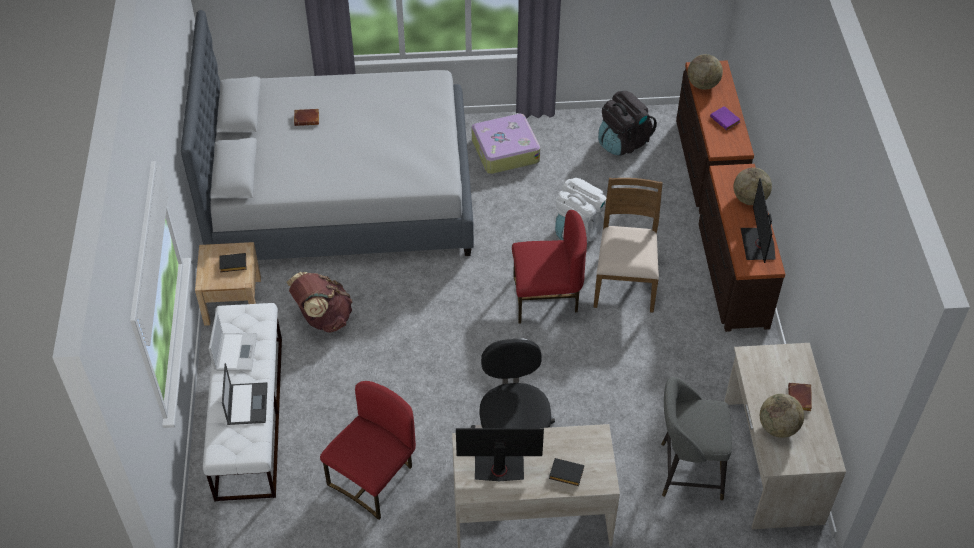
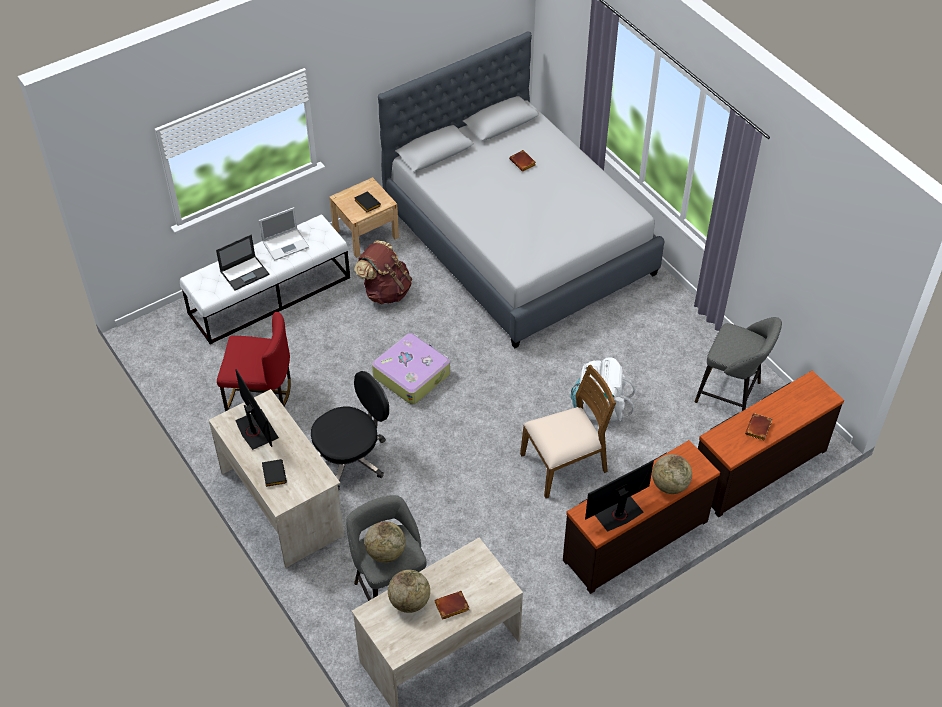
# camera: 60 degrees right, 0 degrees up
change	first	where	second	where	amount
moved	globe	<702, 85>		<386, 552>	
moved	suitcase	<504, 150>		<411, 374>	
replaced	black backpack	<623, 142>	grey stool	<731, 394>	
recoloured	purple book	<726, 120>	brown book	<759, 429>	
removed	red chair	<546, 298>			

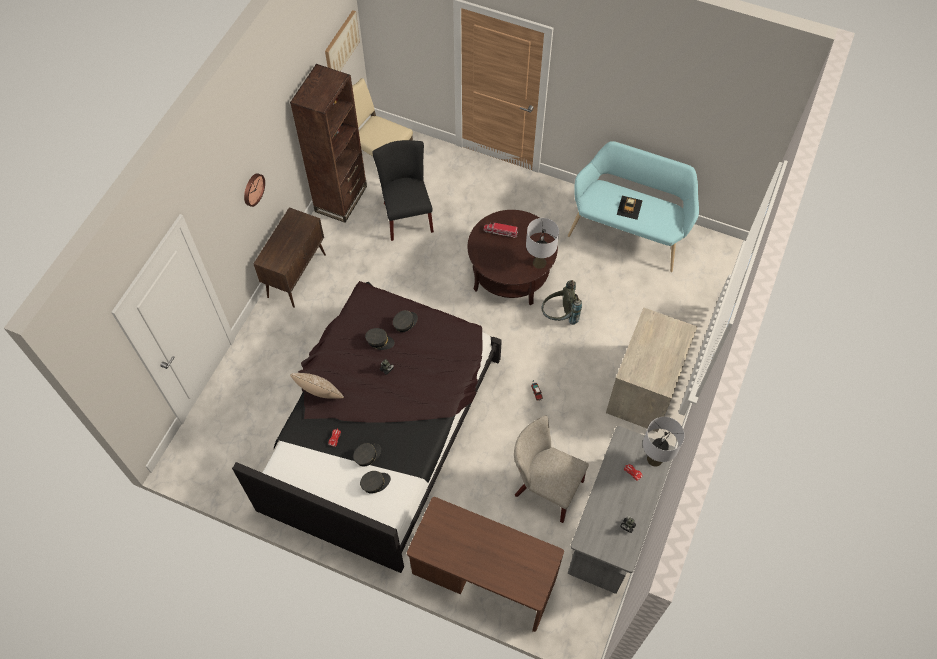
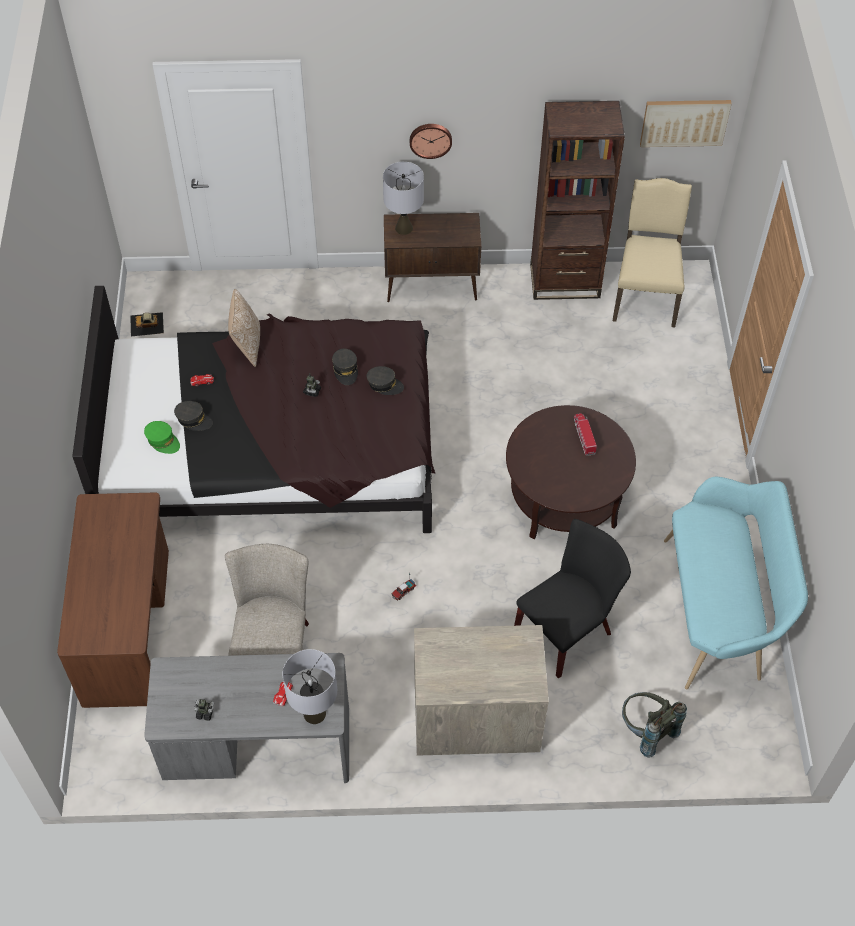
# camera: 65 degrees right, 5 degrees down
change	first	where	second	where	amount
moved	toy car	<629, 207>		<147, 324>	
recoloured	grey cap	<375, 483>	green cap	<163, 441>	
moved	grey table lamp	<539, 262>		<404, 228>	
moved	black chair	<406, 214>		<568, 629>	
moved	grey backpack	<559, 316>		<646, 731>	

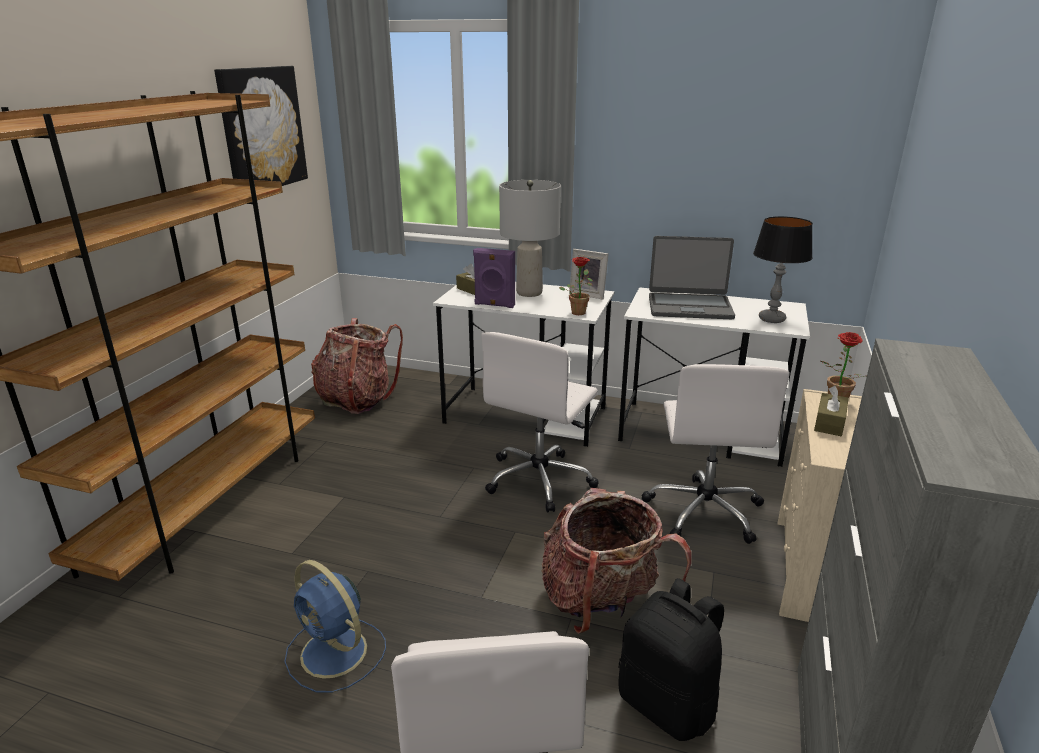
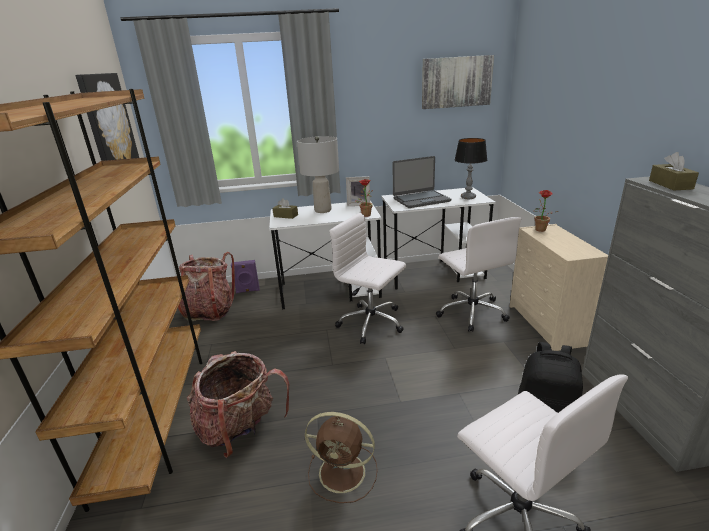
# camera: 25 degrees left, 0 degrees up
change	first	where	second	where	amount
moved	backpack	<602, 604>		<240, 430>	
moved	purple speaker	<494, 305>		<248, 291>	
recoloured	blue fan	<336, 654>	brown fan	<344, 472>	
turned	white office chair	<540, 479>		<372, 323>	120 degrees clockwise
added			picture	<456, 82>	
moved	brown tissue box	<829, 423>		<670, 185>	

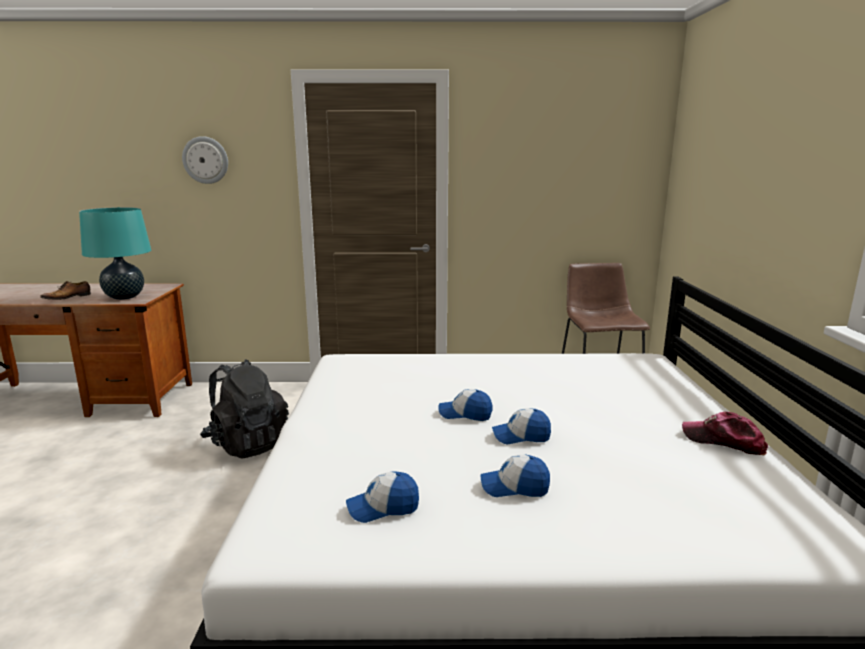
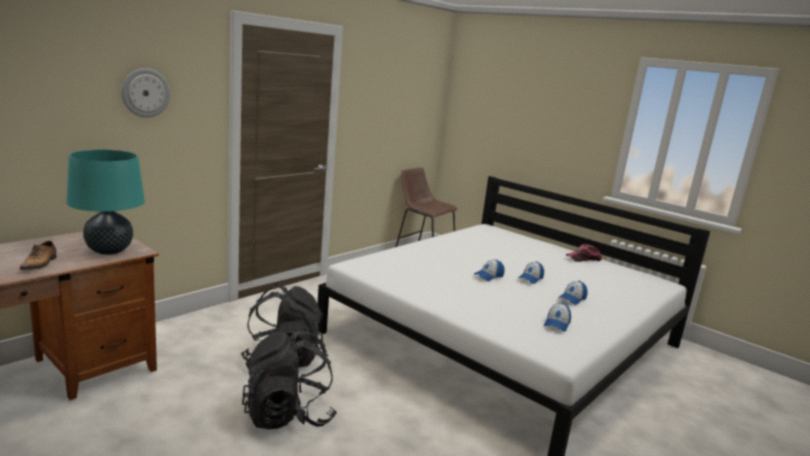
# camera: 50 degrees left, 0 degrees up
change	first	where	second	where	amount
added			black backpack	<288, 415>	

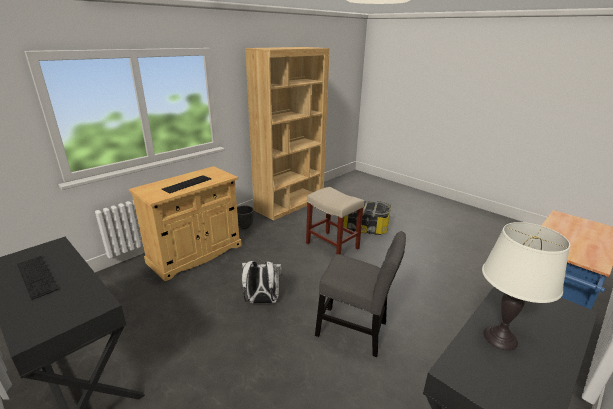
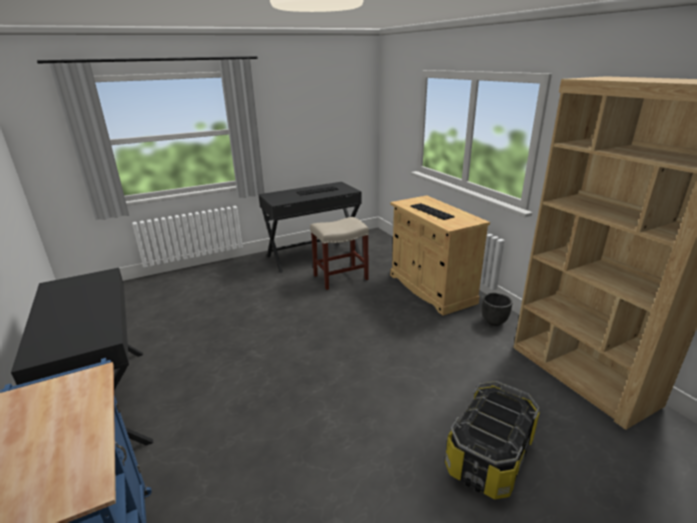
# camera: 110 degrees right, 0 degrees up
change	first	where	second	where	amount
moved	beige stool	<333, 246>		<340, 277>	
removed	white backpack	<262, 301>			
removed	grey chair	<355, 331>			
removed	white table lamp	<500, 338>			

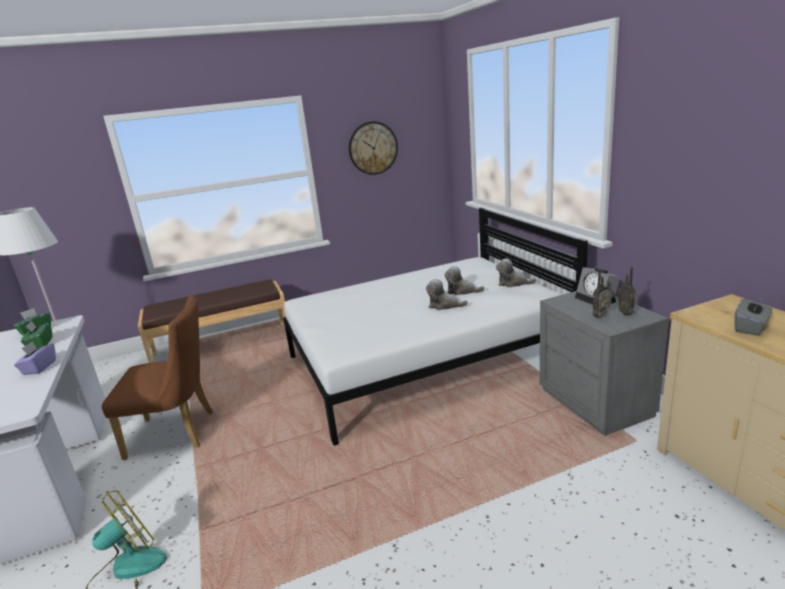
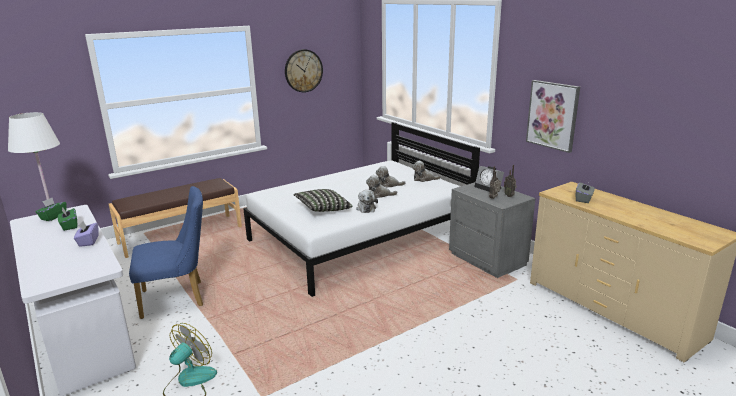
# camera: 15 degrees left, 0 degrees up
change	first	where	second	where	amount
recoloured	brown chair	<178, 433>	blue chair	<178, 298>	
added			pillow	<322, 209>	
added			plush toy	<366, 208>	
added			picture	<552, 115>	

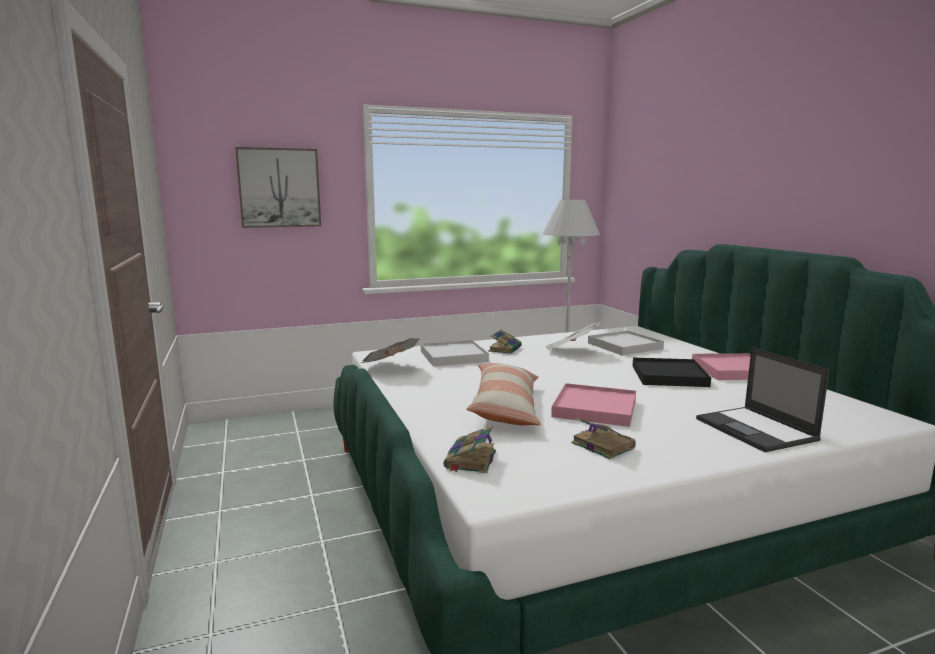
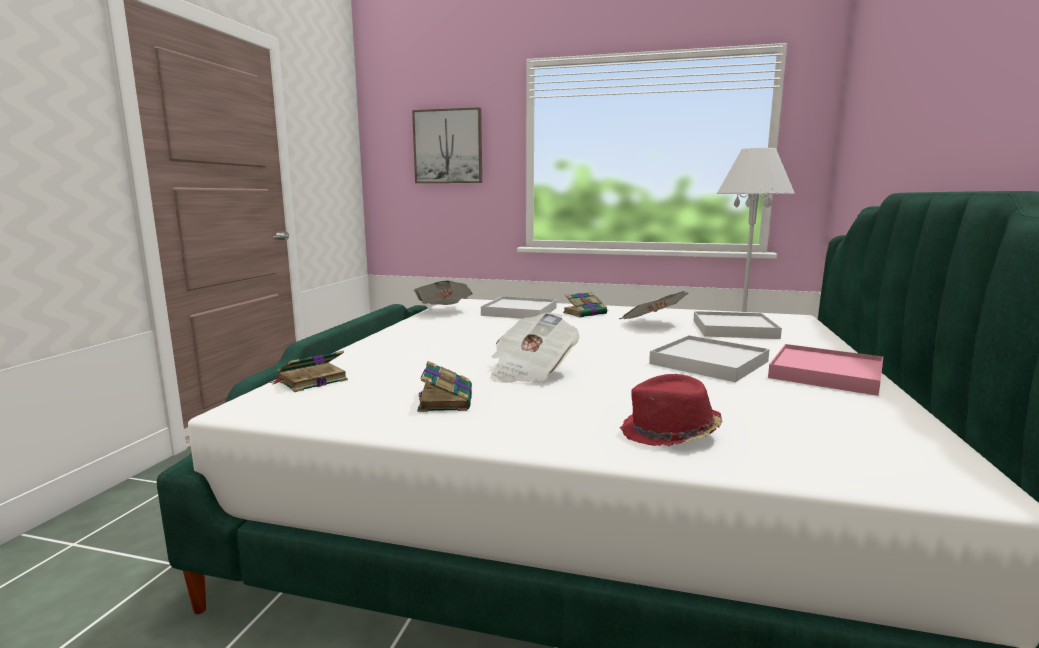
# camera: 35 degrees right, 0 degrees up
change	first	where	second	where	amount
replaced	pink tray	<595, 409>	newspaper	<530, 372>	
replaced	laptop	<756, 430>	red hat	<669, 434>	
recoloured	black tray	<669, 376>	white tray	<708, 363>	
removed	pillow	<505, 407>			

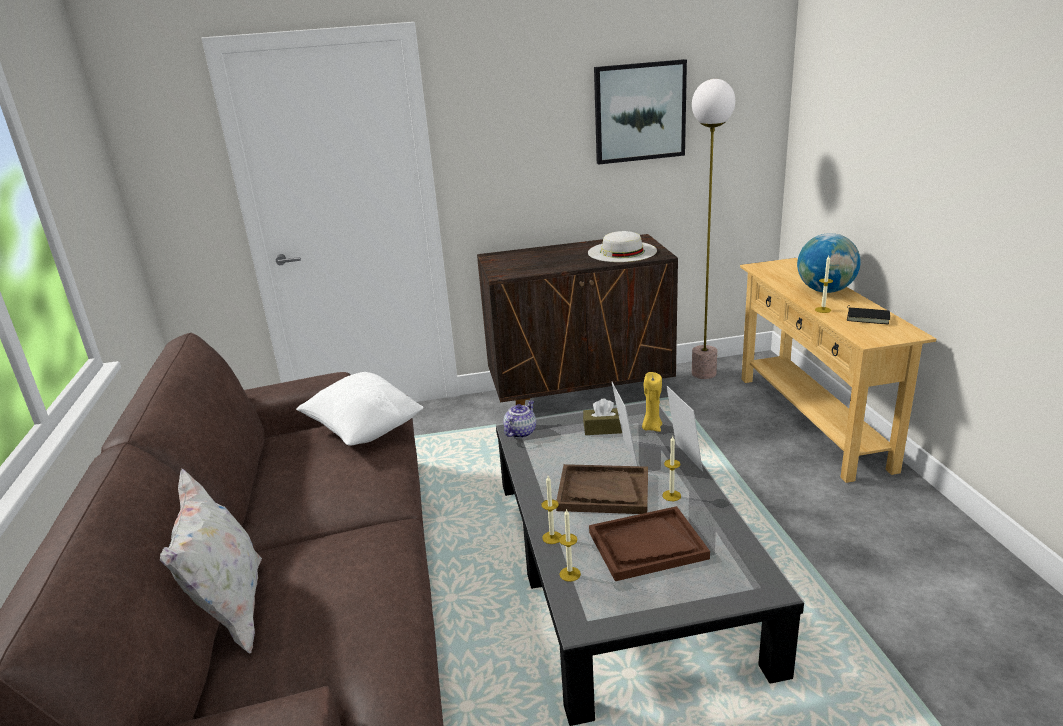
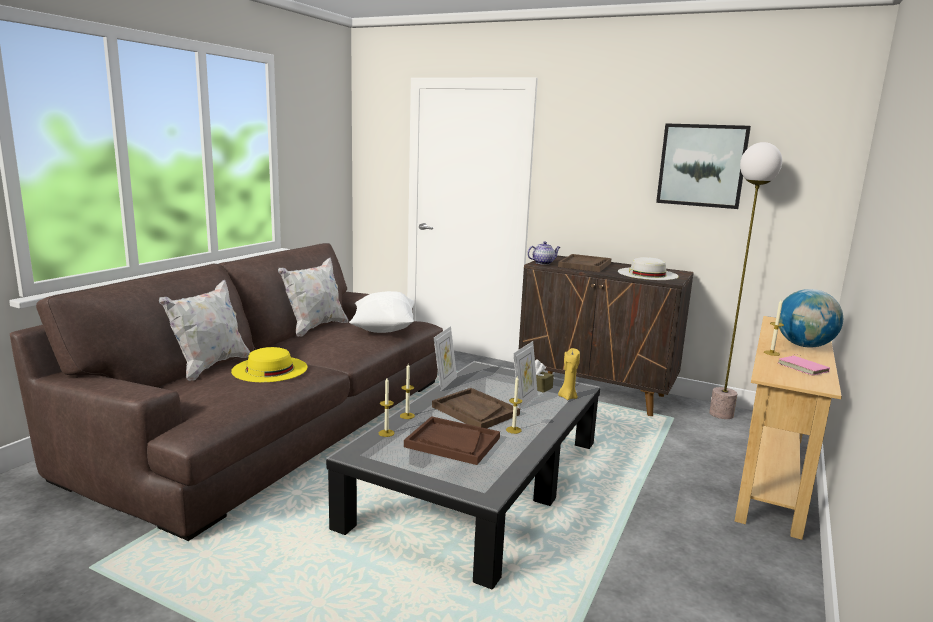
# camera: 35 degrees right, 10 degrees down
change	first	where	second	where	amount
added			yellow hat	<270, 369>	
added			white pillow	<315, 327>	
moved	picture frame	<683, 458>		<444, 383>	
moved	teapot	<520, 432>		<543, 263>	
added			brown tray	<585, 265>	
recoloured	black book	<868, 317>	pink book	<803, 368>	

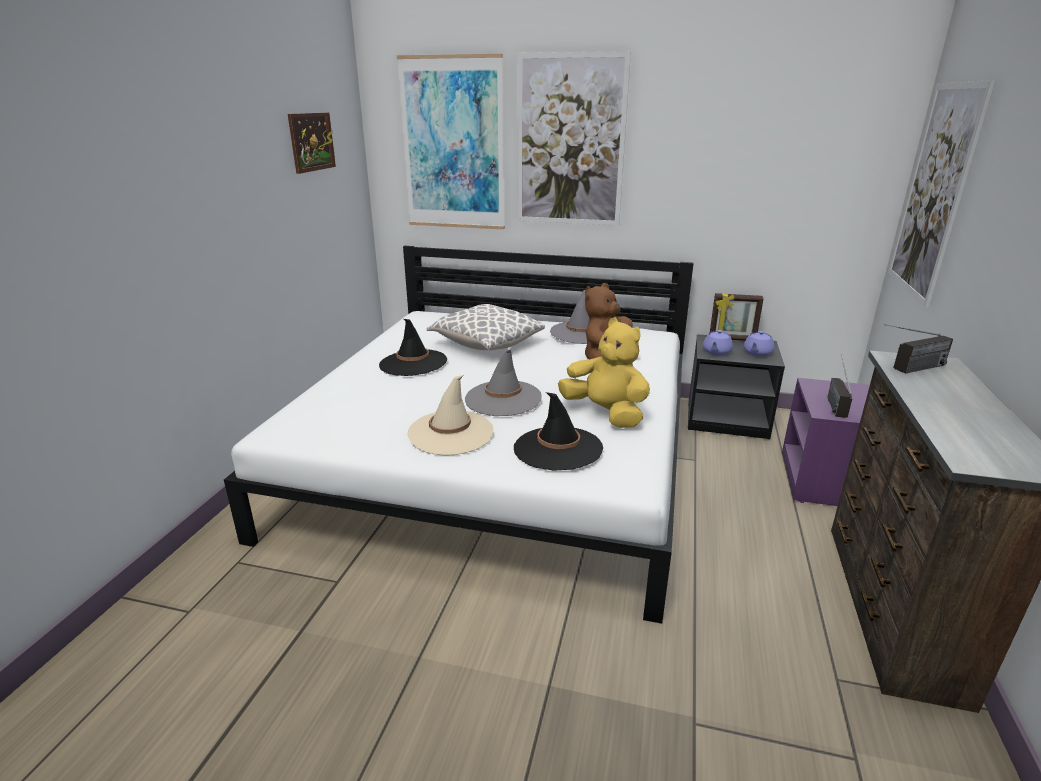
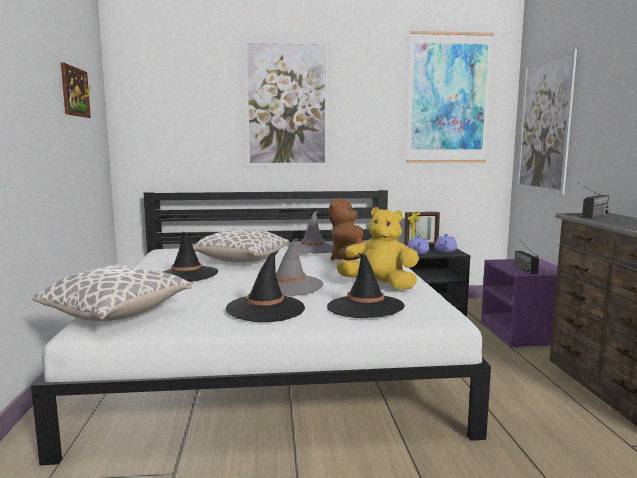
# camera: 20 degrees left, 15 degrees down
change	first	where	second	where	amount
added			pillow	<116, 314>	
recoloured	beige hat	<451, 433>	black hat	<265, 309>	
moved	picture	<453, 145>		<448, 98>	

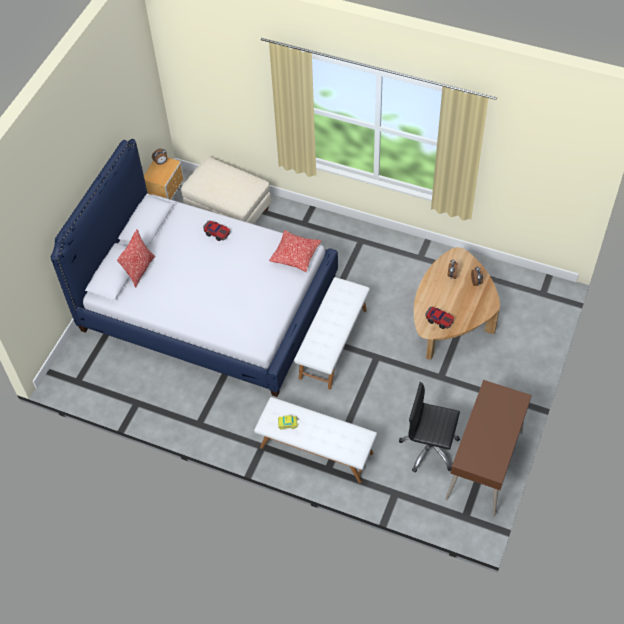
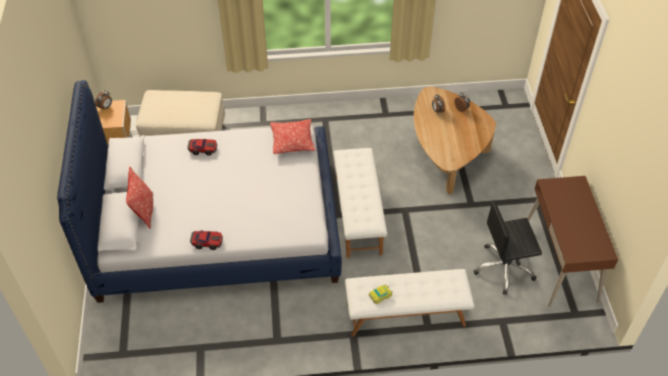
# camera: 30 degrees left, 5 degrees down
change	first	where	second	where	amount
moved	toy car	<439, 320>		<207, 242>	

